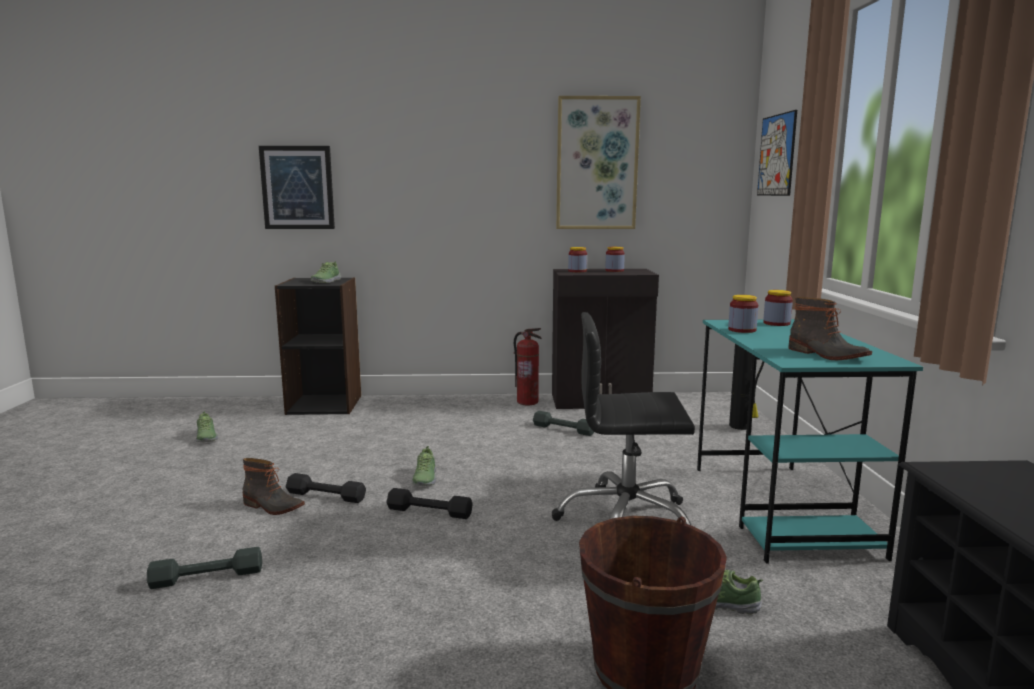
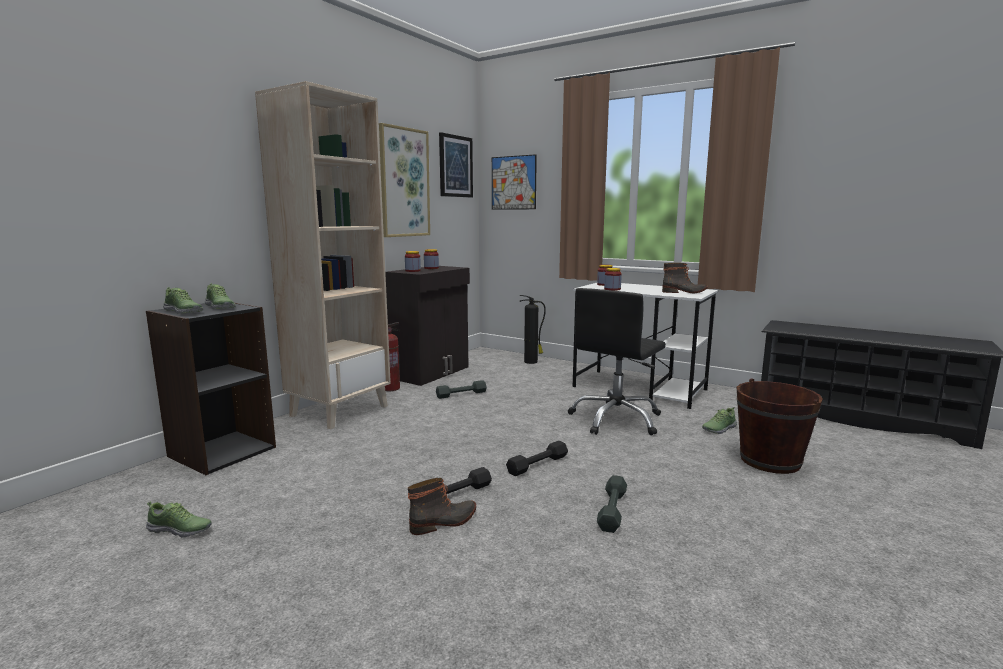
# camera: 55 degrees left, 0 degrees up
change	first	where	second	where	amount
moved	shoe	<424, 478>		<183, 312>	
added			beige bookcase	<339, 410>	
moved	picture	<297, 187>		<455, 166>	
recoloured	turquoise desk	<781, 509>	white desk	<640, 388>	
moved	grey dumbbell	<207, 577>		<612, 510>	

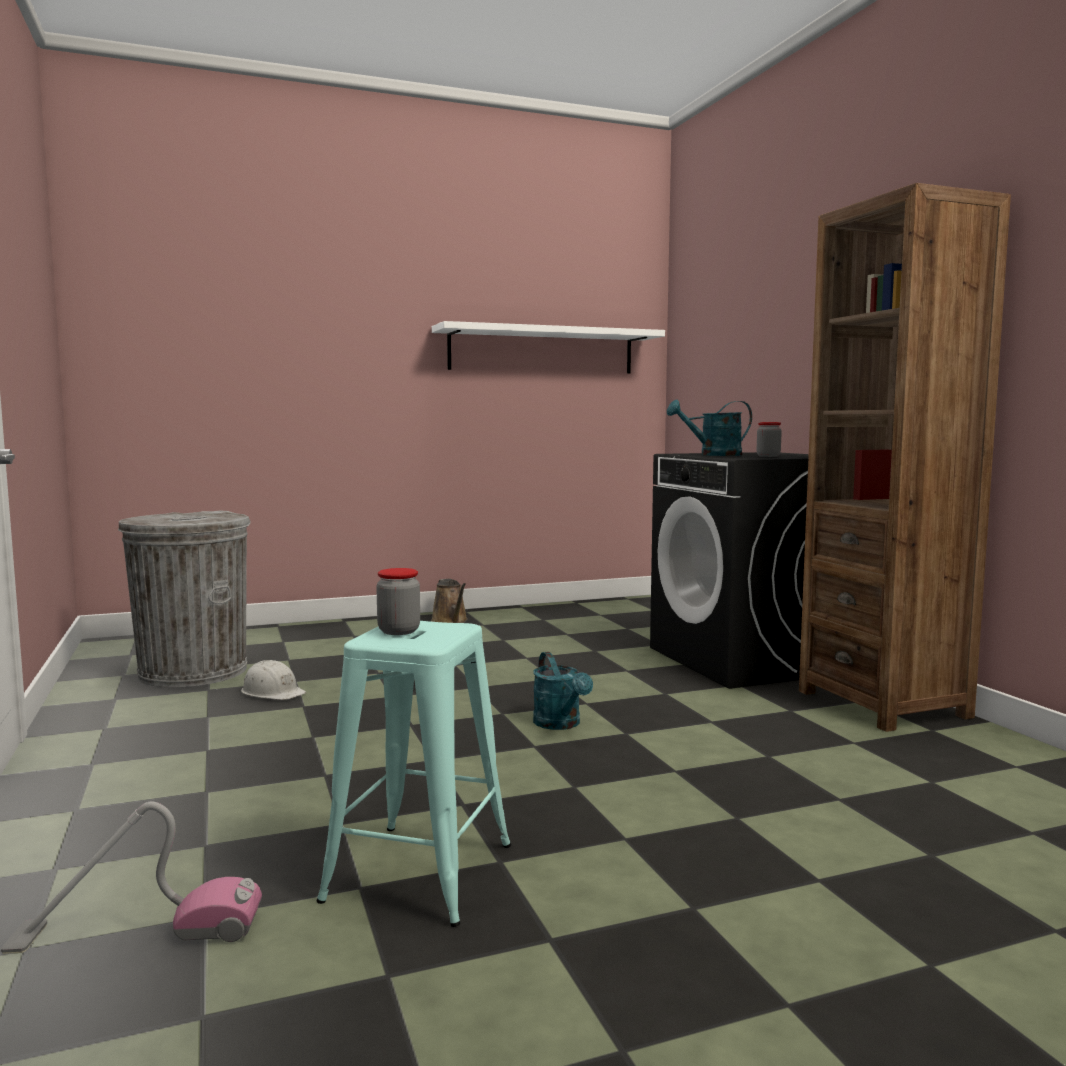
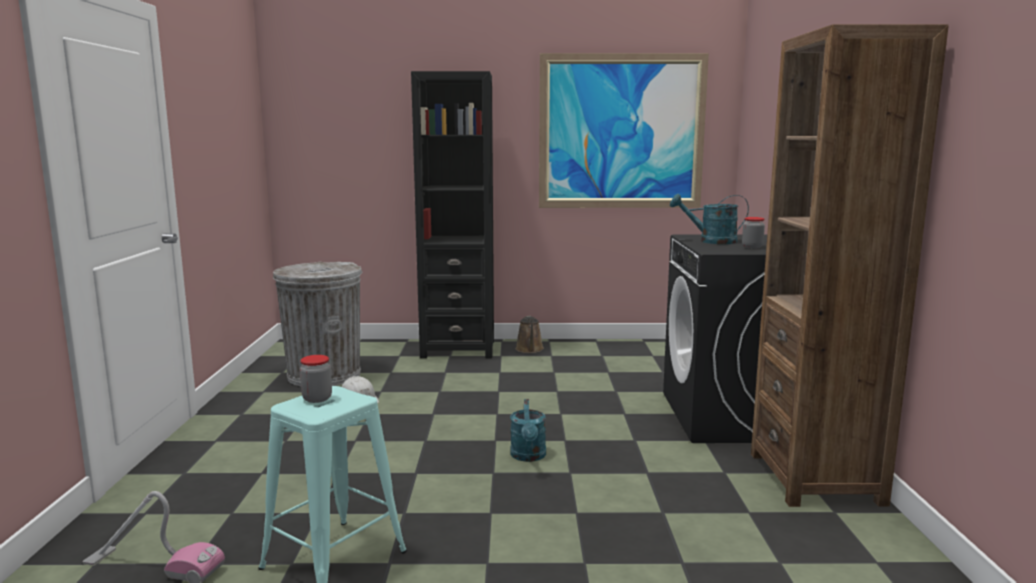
# camera: 20 degrees right, 5 degrees up
change	first	where	second	where	amount
added			black bookcase	<458, 349>	
replaced	white shelf	<542, 351>	picture	<621, 132>	

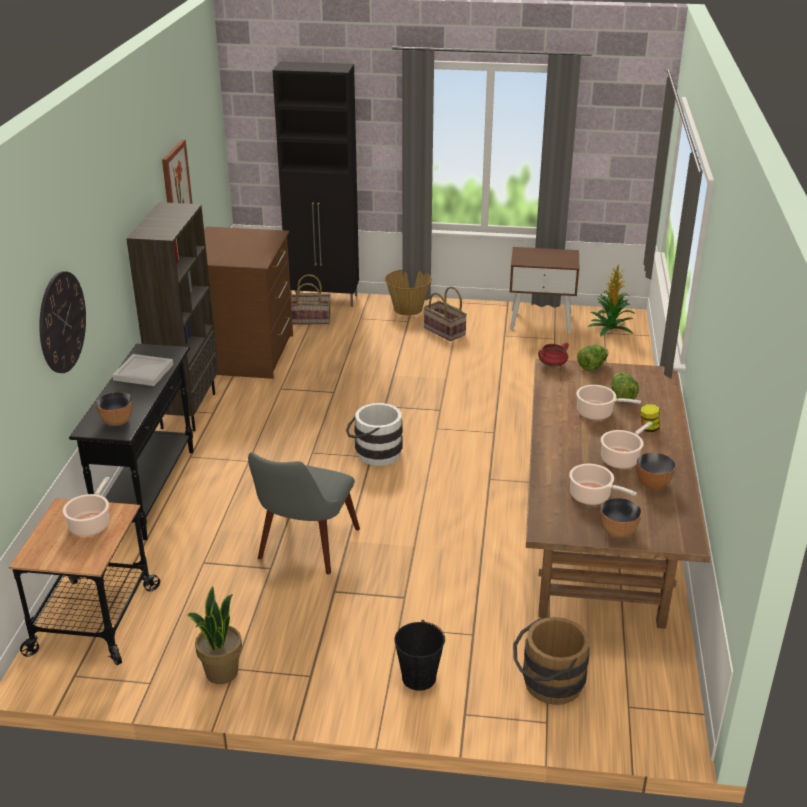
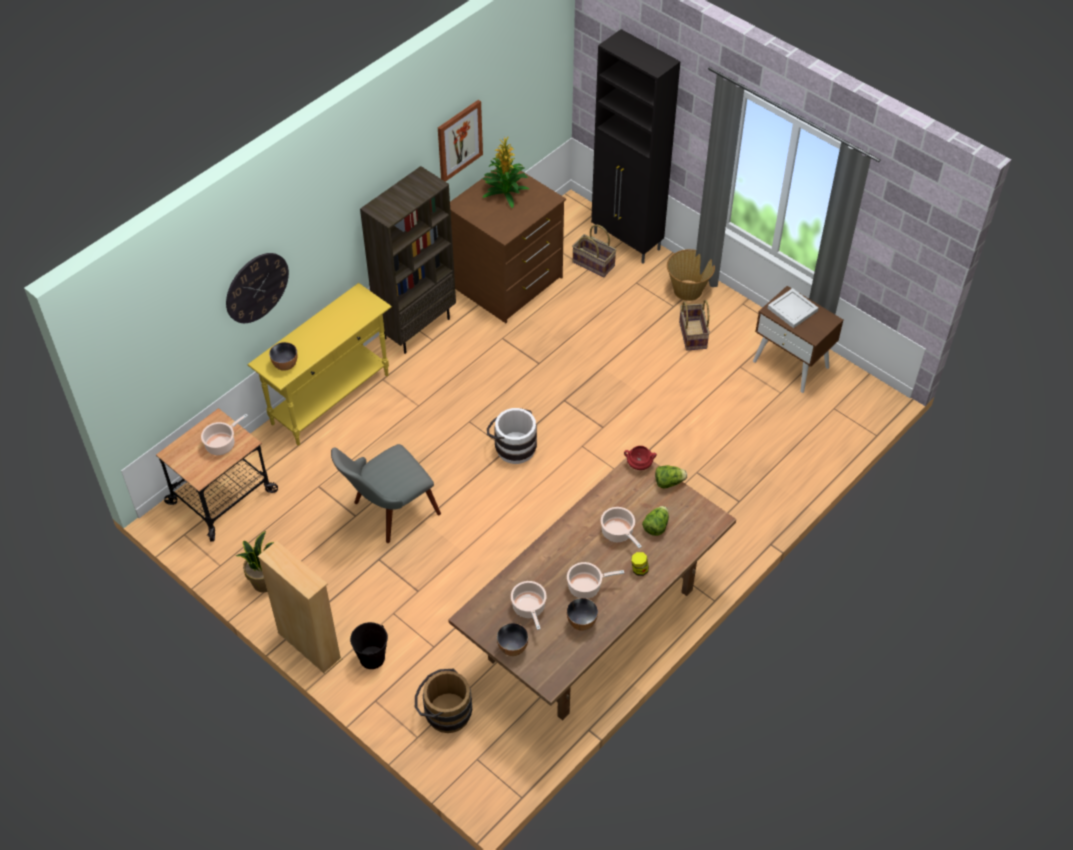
# camera: 35 degrees right, 20 degrees up
change	first	where	second	where	amount
recoloured	black console table	<148, 491>	yellow console table	<331, 399>	
added			beige bookcase	<309, 646>	
moved	potted plant	<610, 328>		<505, 192>	
moved	white tray	<143, 372>		<792, 309>	

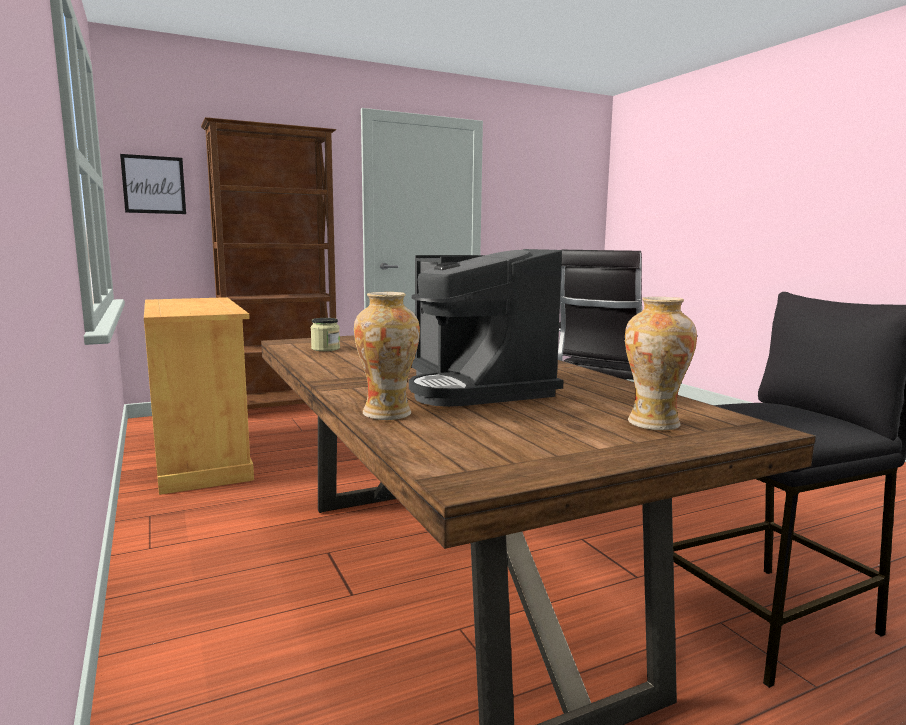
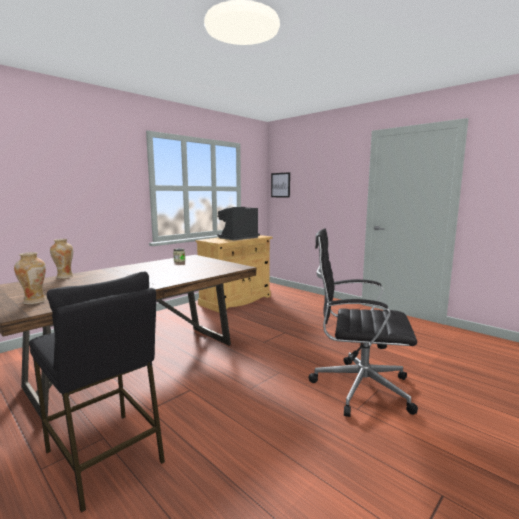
# camera: 70 degrees right, 0 degrees up
change	first	where	second	where	amount
moved	coffee machine	<476, 388>		<237, 238>	
removed	brown bookcase	<282, 409>			

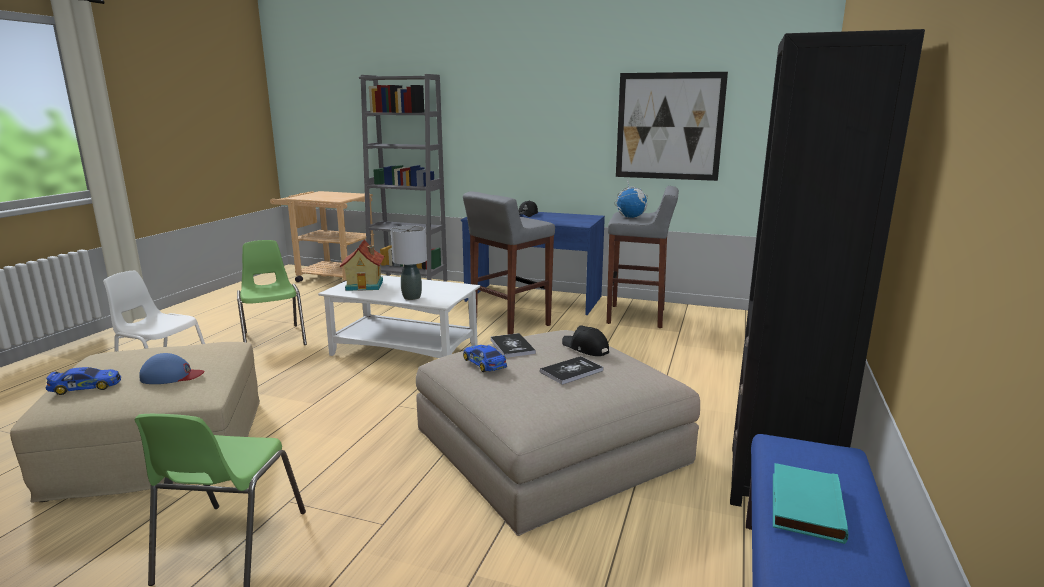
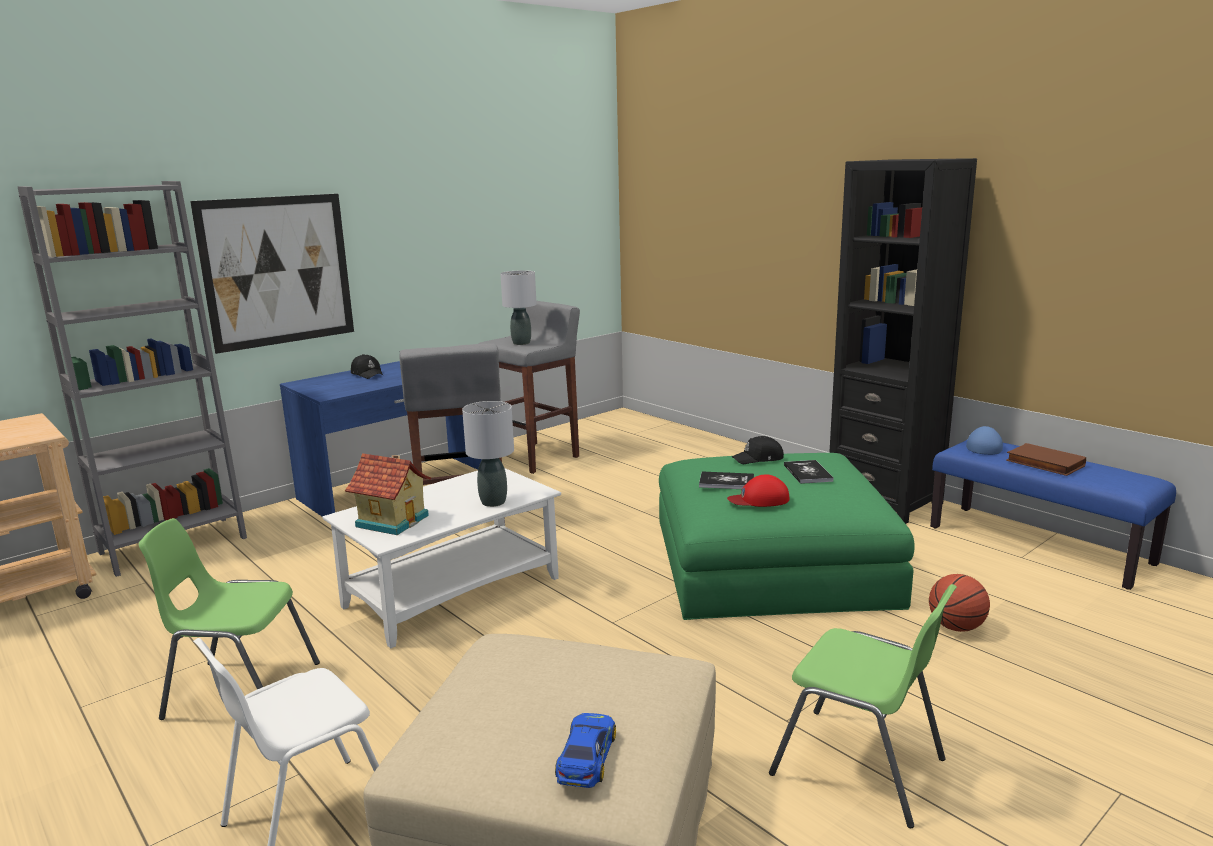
# camera: 60 degrees left, 0 degrees up
change	first	where	second	where	amount
moved	picture	<669, 126>		<277, 271>	
replaced	globe	<630, 217>	grey table lamp	<522, 343>	
recoloured	beige ottoman	<550, 445>	green ottoman	<771, 563>	
replaced	toy car	<484, 363>	red cap	<759, 499>	
added			basketball	<956, 627>	
moved	blue cap	<171, 376>		<984, 446>	
recoloured	turquoise book	<803, 505>	brown book	<1043, 464>	

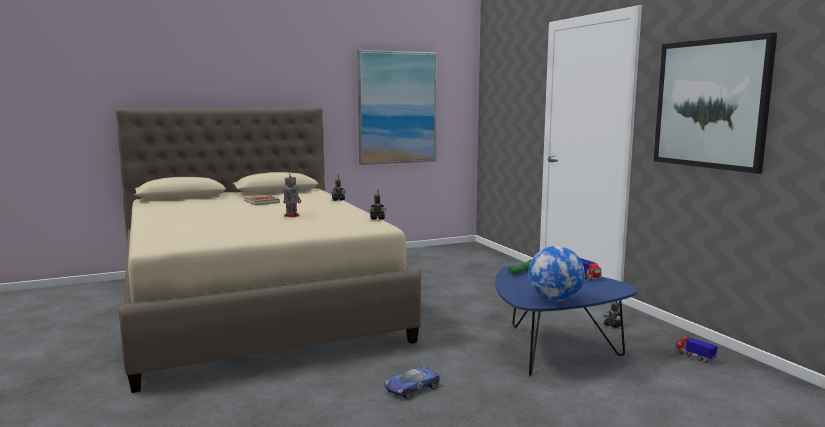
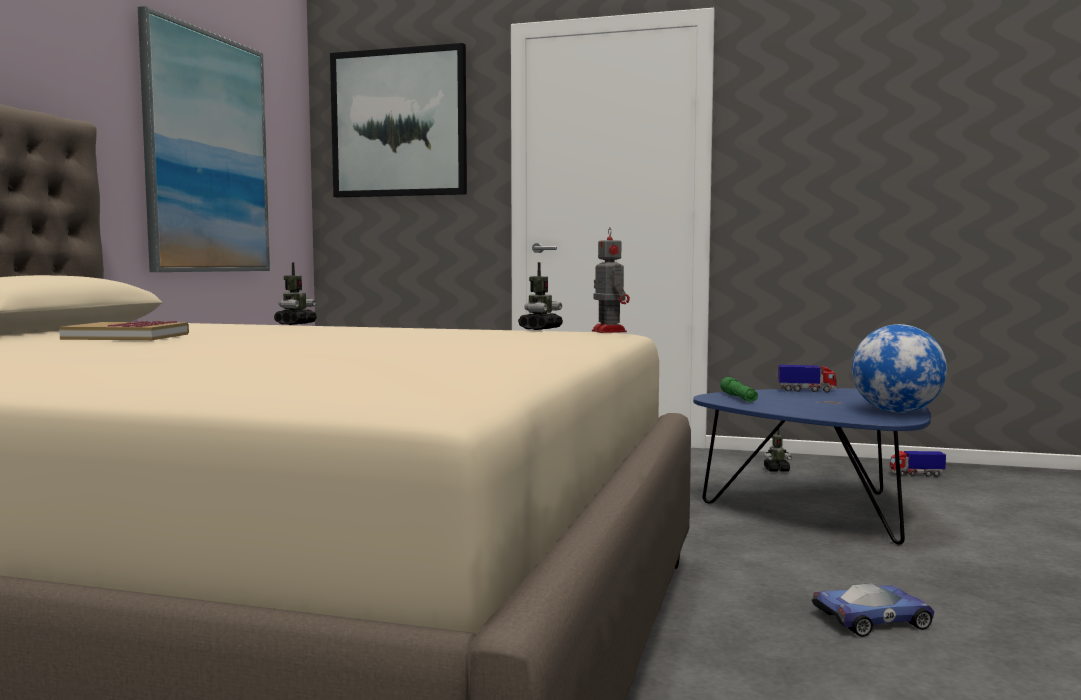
# camera: 50 degrees left, 5 degrees down
change	first	where	second	where	amount
moved	picture	<710, 104>		<399, 123>	
moved	toy robot	<292, 215>		<608, 331>	
turned	toy car	<411, 388>		<874, 619>	105 degrees counterclockwise

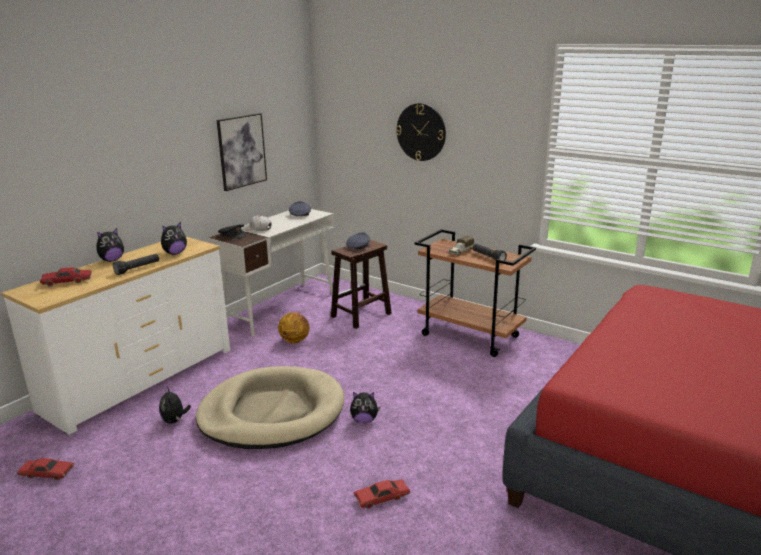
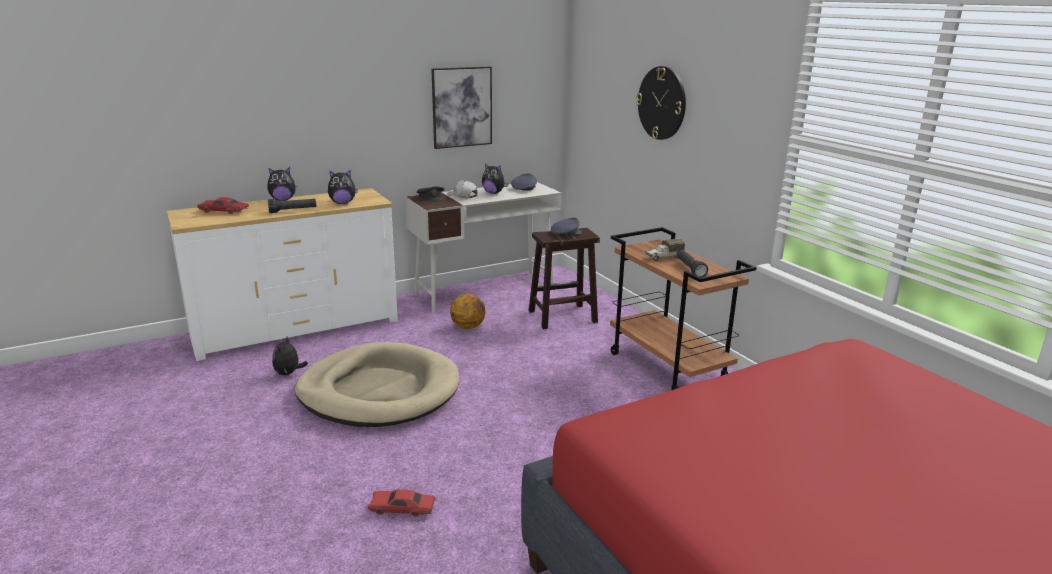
# camera: 25 degrees right, 0 degrees up
change	first	where	second	where	amount
moved	plush toy	<364, 420>		<494, 193>	
removed	red toy car	<47, 474>			

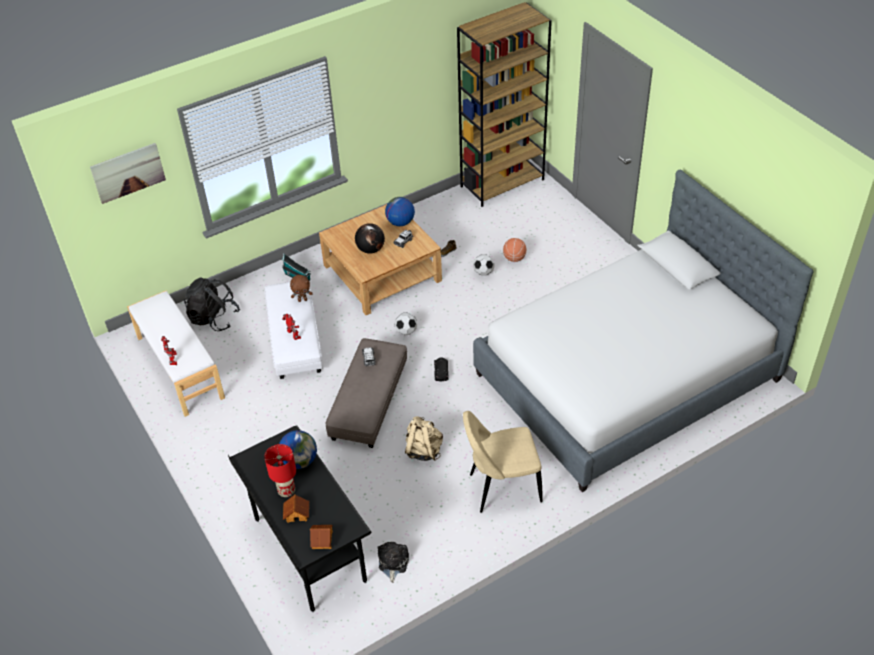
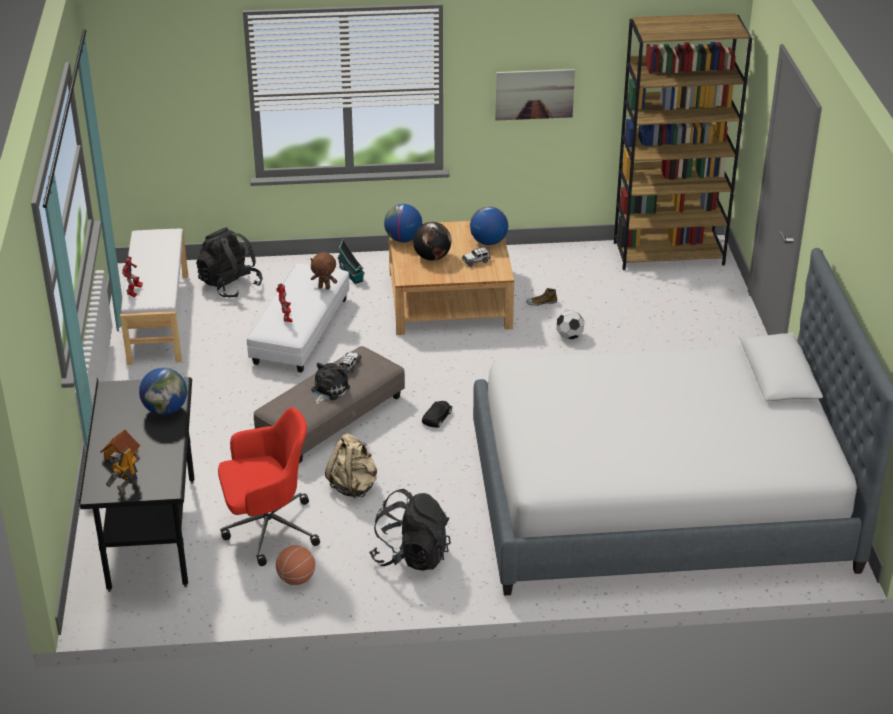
# camera: 25 degrees right, 10 degrees down
change	first	where	second	where	amount
replaced	toy house	<322, 540>	toy robot	<126, 488>	
added			red office chair	<267, 529>	
moved	basketball	<514, 258>		<296, 579>	
moved	plush toy	<392, 563>		<328, 390>	
replaced	beige chair	<501, 488>	black backpack	<411, 555>	
added			globe	<403, 239>	
moved	picture	<128, 172>		<534, 94>	
removed	red table lamp	<287, 491>			
removed	football	<406, 331>			

